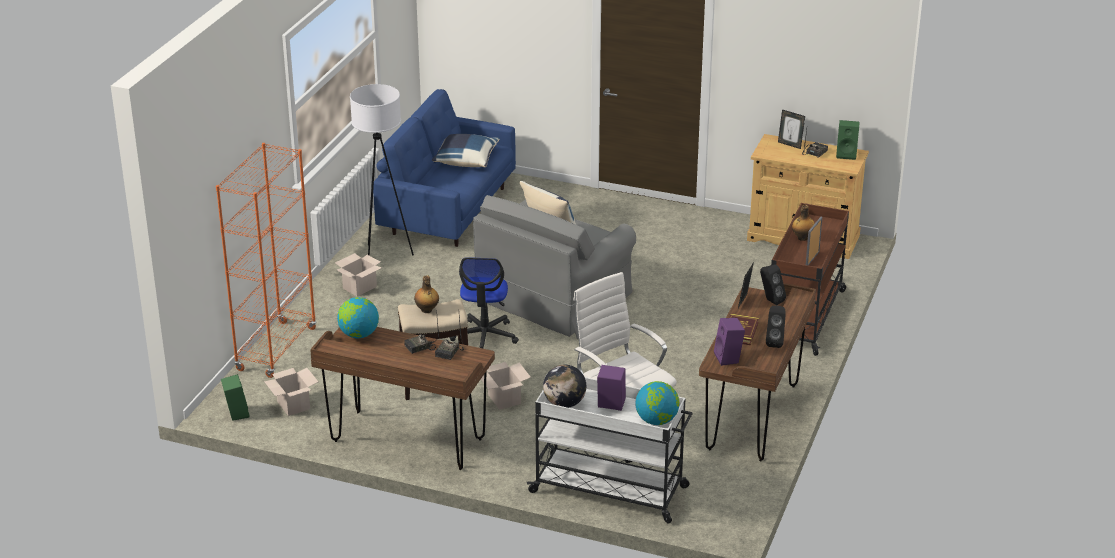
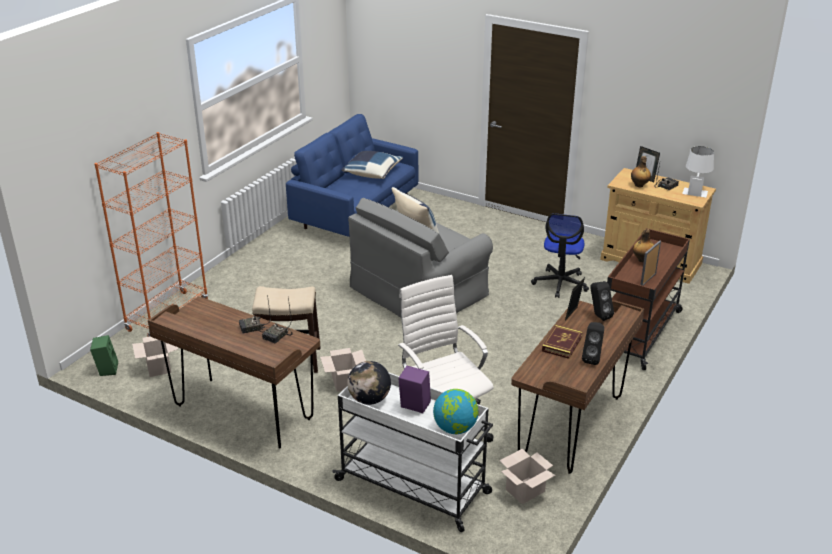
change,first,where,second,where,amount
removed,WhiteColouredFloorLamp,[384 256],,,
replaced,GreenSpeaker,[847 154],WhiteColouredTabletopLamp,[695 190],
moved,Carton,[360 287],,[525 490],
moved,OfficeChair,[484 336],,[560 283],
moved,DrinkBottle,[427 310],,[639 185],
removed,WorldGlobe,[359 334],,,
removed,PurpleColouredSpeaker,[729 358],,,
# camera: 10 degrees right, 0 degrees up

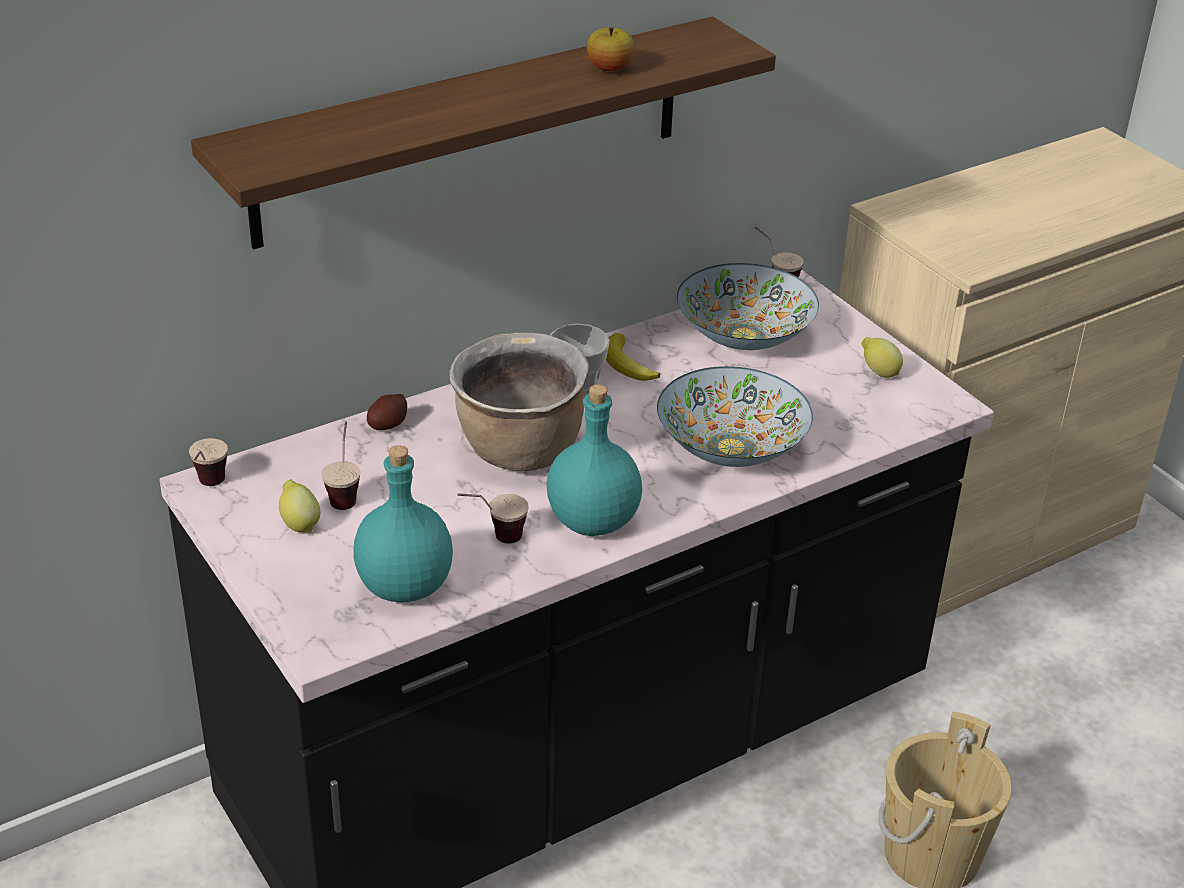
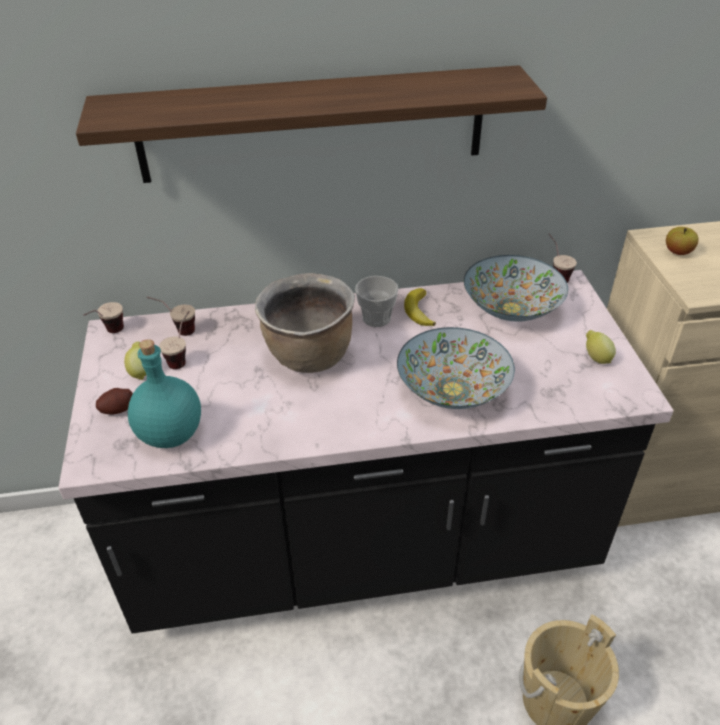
change,first,where,second,where,amount
moved,AppleFruit,[609 68],,[678 252],
removed,BlueGreenDrinkBottle,[593 522],,,
moved,WholePotato,[387 425],,[117 410],
moved,Cup,[493 539],,[176 330],
# camera: 25 degrees right, 5 degrees up

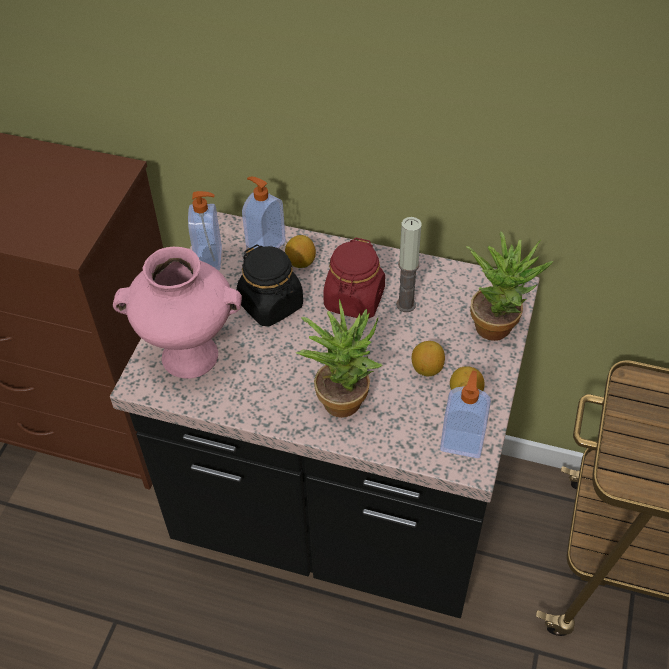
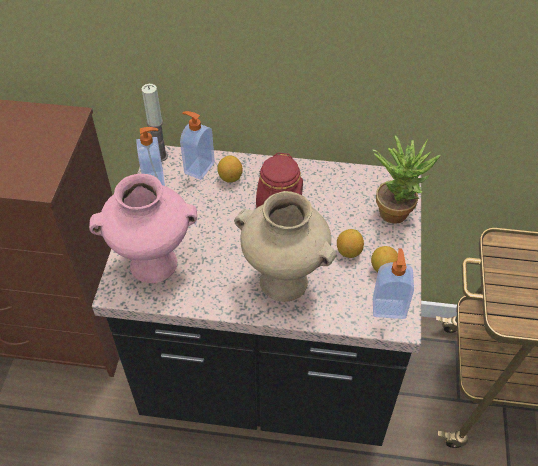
change,first,where,second,where,amount
moved,WaxLight,[406 304],,[160 156],
removed,BlackStorageJar,[271 304],,,
replaced,Houseplant,[342 395],BeigeColouredVase,[285 281],
# camera: 10 degrees left, 0 degrees up

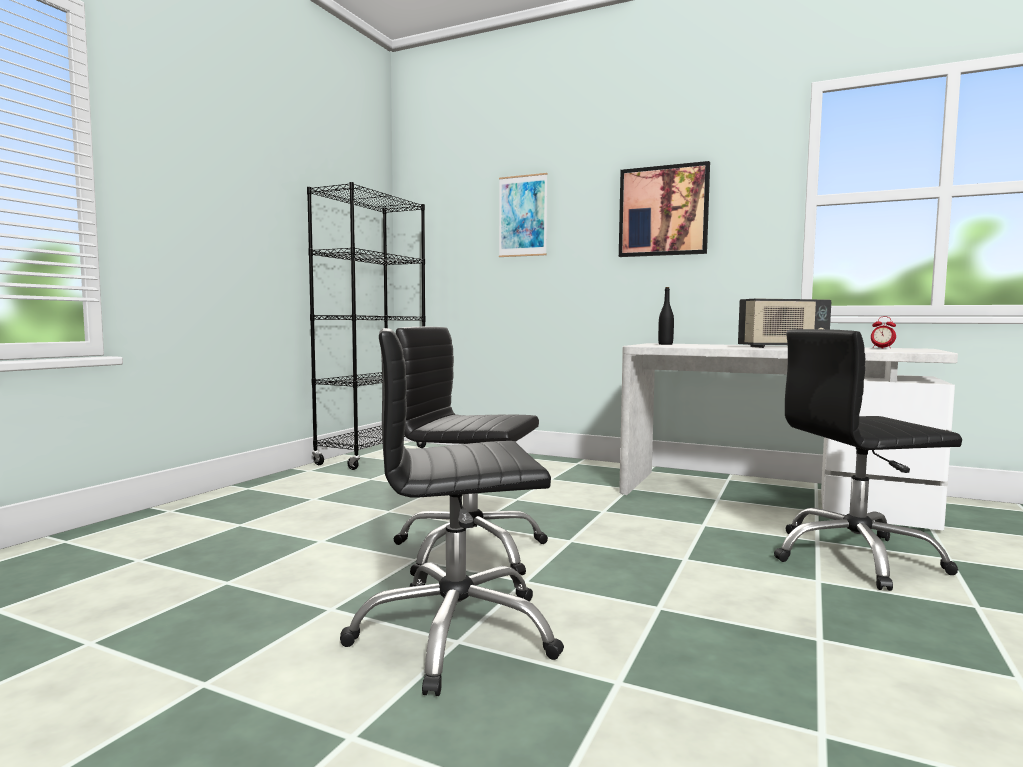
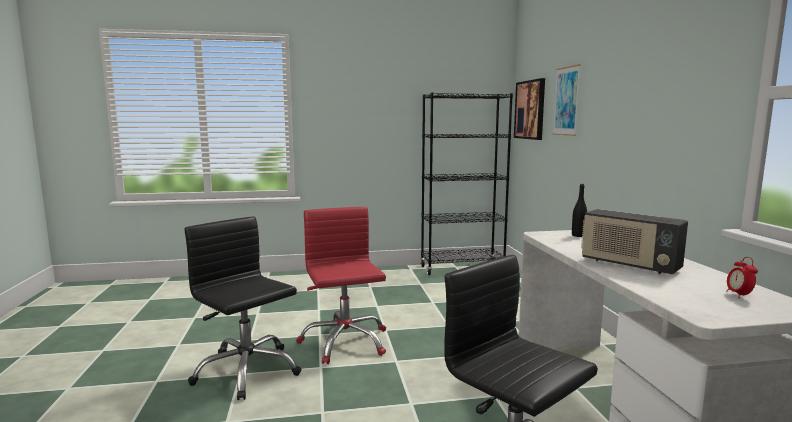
change,first,where,second,where,amount
moved,WallPicture,[663 211],,[530 110],
recoloured,BlackOfficeChair,[469 551],ReddishOfficeChair,[344 342],
# camera: 55 degrees right, 5 degrees up

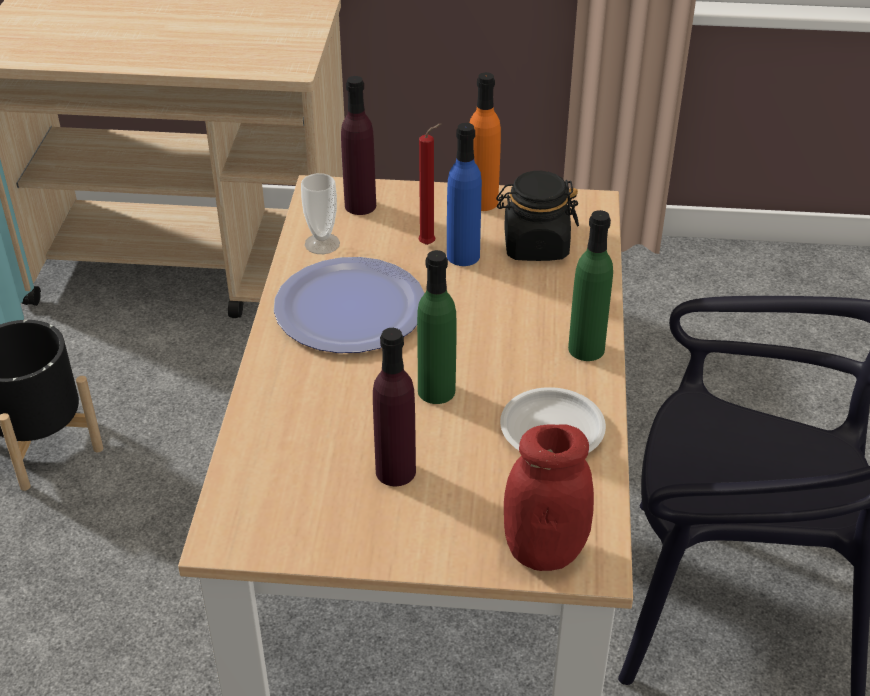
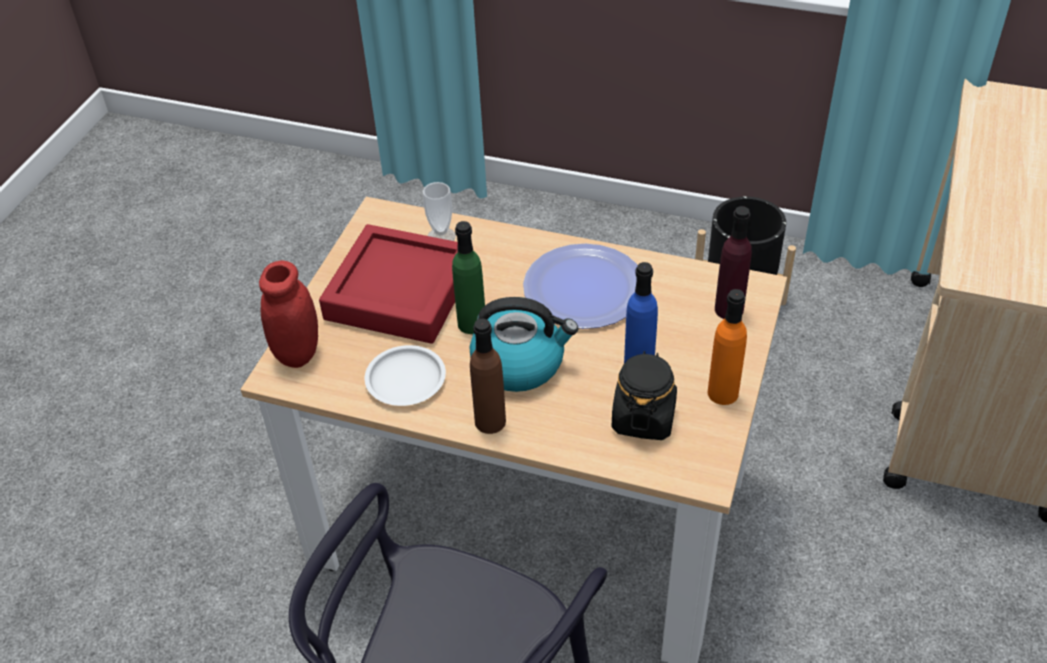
change,first,where,second,where,amount
removed,ReddishWaxLight,[429 244],,,
moved,Cup,[322 244],,[441 237],
recoloured,GreenDrinkBottle,[586 349],BrownColouredDrinkBottle,[490 421],
replaced,PurpleColouredDrinkBottle,[395 471],ReddishServingTray,[400 292],
added,,,TeaKettle,[520 363],
# camera: 105 degrees right, 5 degrees up

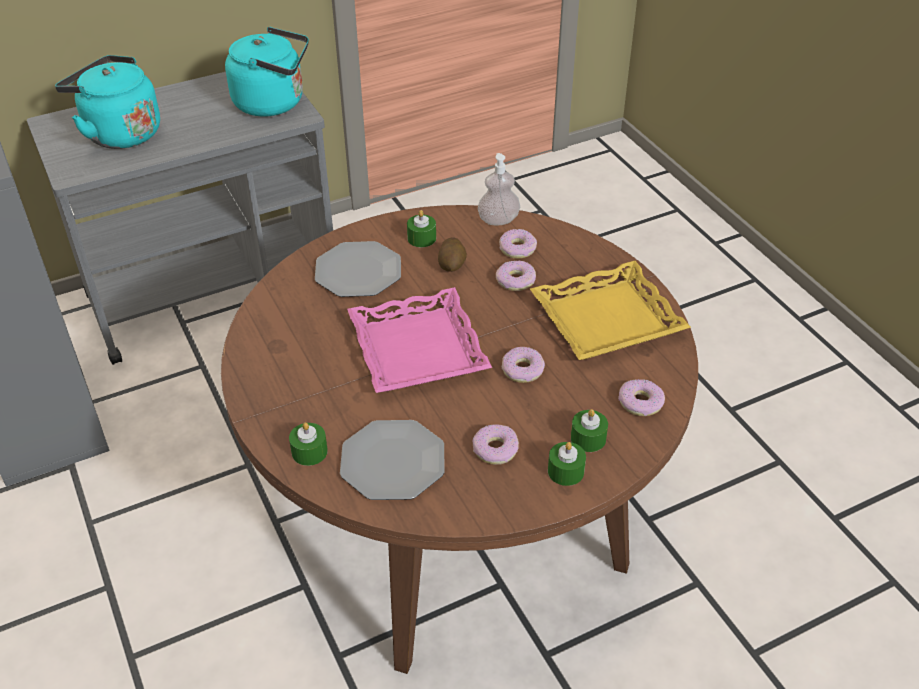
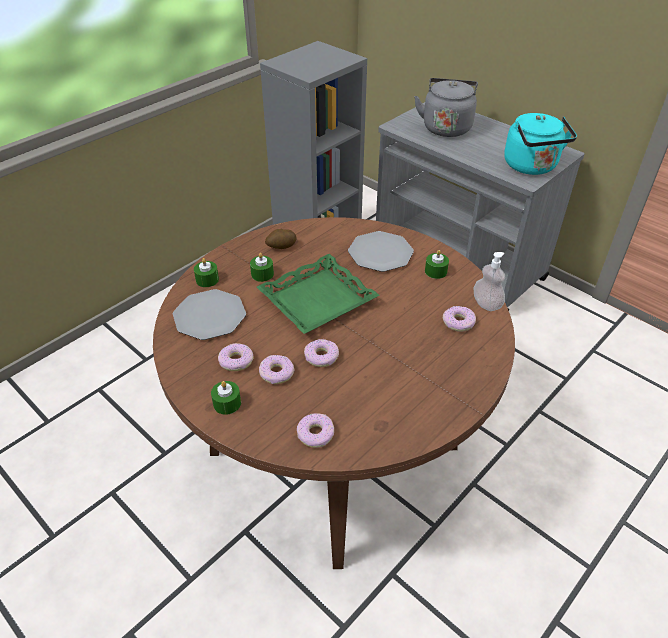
change,first,where,second,where,amount
recoloured,BlueGreenTeaKettle,[119 133],GreyishTeaKettle,[446 127],
moved,WholePotato,[452 265],,[281 247],
moved,Doughnut,[516 281],,[276 373],
removed,YellowServingTray,[606 319],,,
recoloured,PinkishServingTray,[419 349],GreenServingTray,[318 300],
moved,GreenWaxLight,[588 438],,[262 274],
# camera: 70 degrees right, 0 degrees up

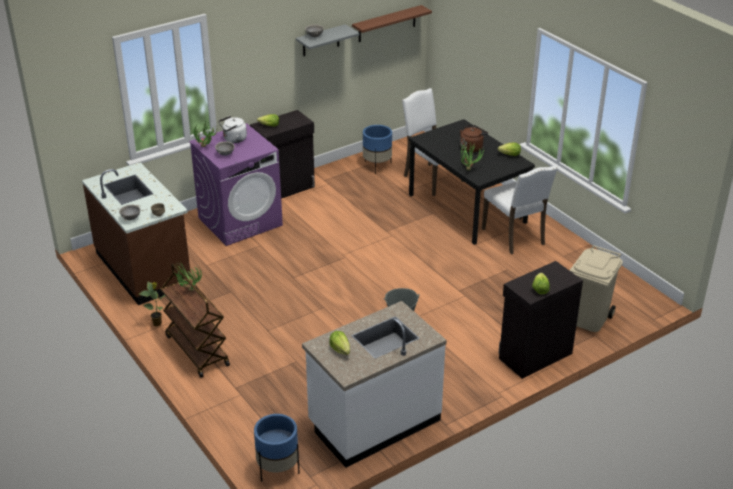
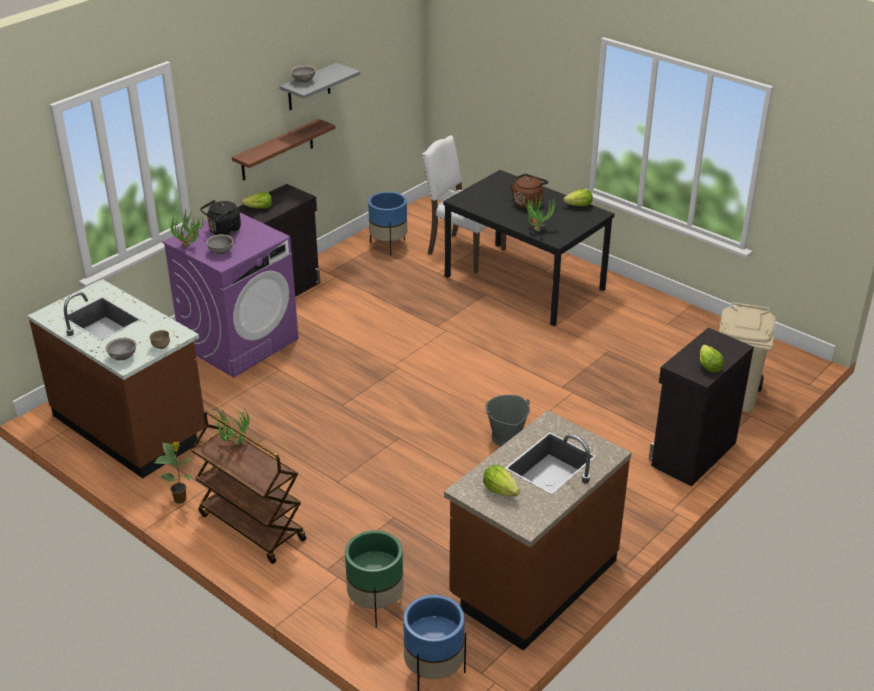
change,first,where,second,where,amount
moved,BrownColouredShelf,[387 24],,[277 150],
recoloured,WhiteColouredTeaKettle,[233 139],BlackTeaKettle,[223 231],
removed,WhiteColouredUprightChair,[515 237],,,
recoloured,WhiteColouredKitchenBaseUnit,[373 422],BrownColouredKitchenBaseUnit,[532 580],
added,,,GreenPlanter,[375 604],
# camera: 15 degrees left, 0 degrees up

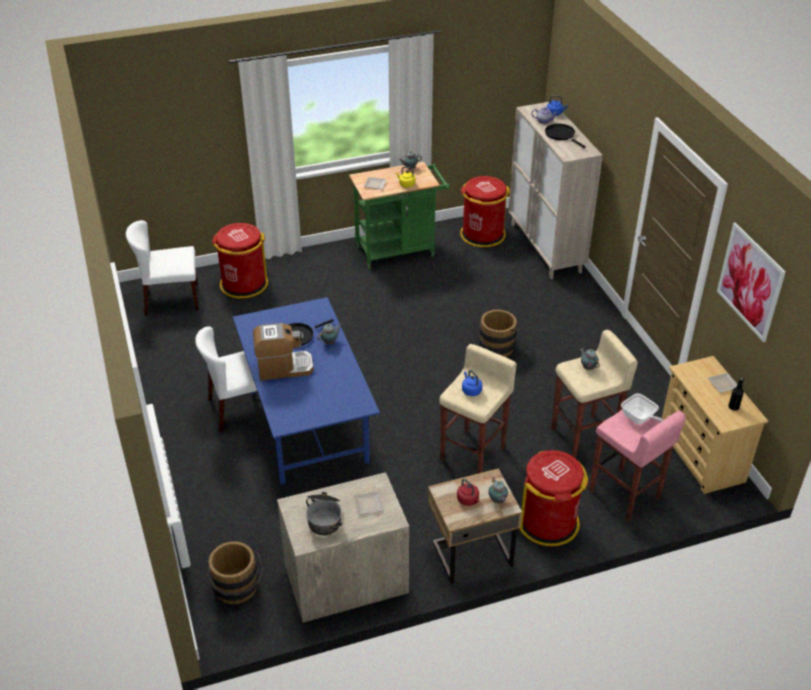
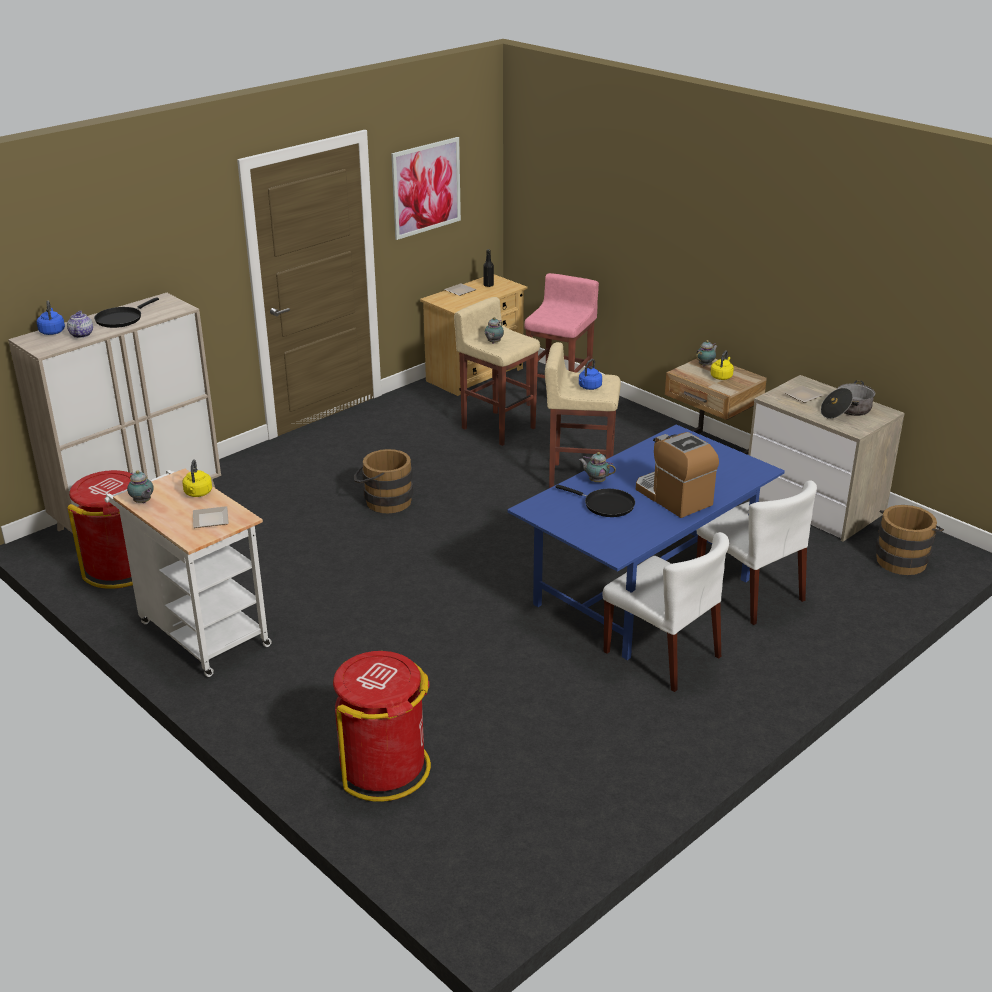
change,first,where,second,where,amount
recoloured,GreenWheeledCart,[400 250],WhiteColouredWheeledCart,[199 631],
moved,WhiteColouredUprightChair,[171 299],,[750 593],
removed,Pan,[640 419],,,
removed,ReddishRubbishBin,[549 522],,,
recoloured,ReddishTeaKettle,[468 500],YellowTeaKettle,[721 376],
# camera: 115 degrees left, 10 degrees down

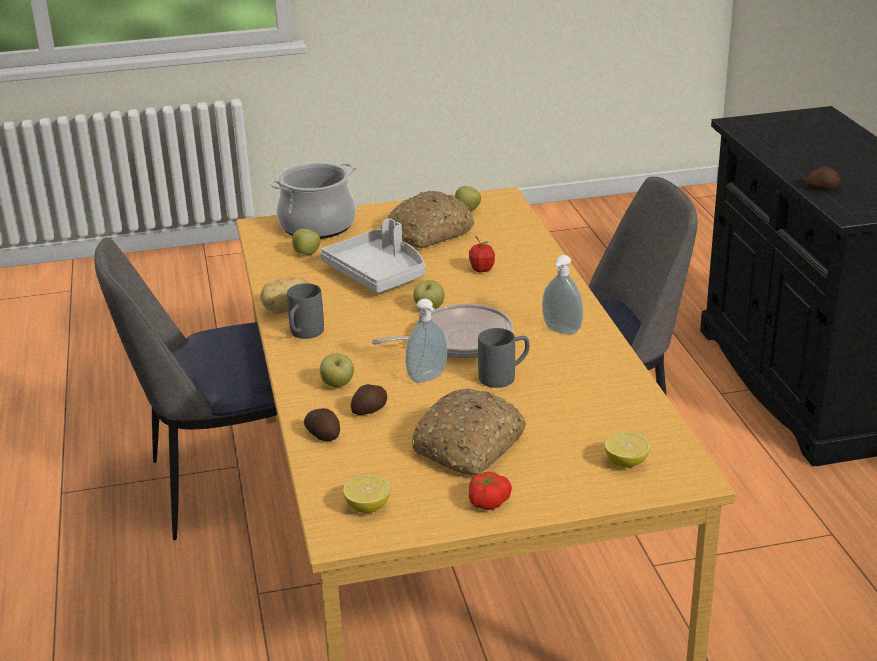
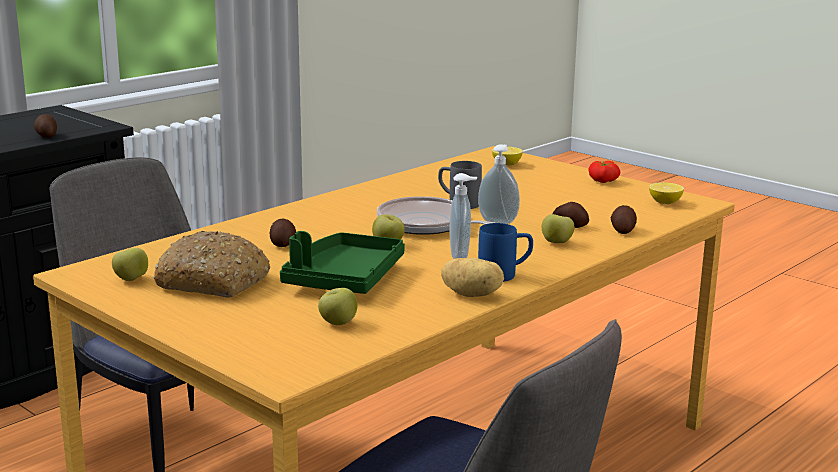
change,first,where,second,where,amount
removed,Stockpot,[317 226],,,
recoloured,GreyishServingTray,[378 273],GreenServingTray,[344 279],
replaced,AppleFruit,[482 269],WholePotato,[283 244],
moved,SoapDispenser,[560 331],,[461 257],
recoloured,GreyishCoffeeMug,[303 334],BluishCoffeeMug,[505 274],
removed,BakeryBread,[469 446],,,
# camera: 125 degrees left, 10 degrees down

